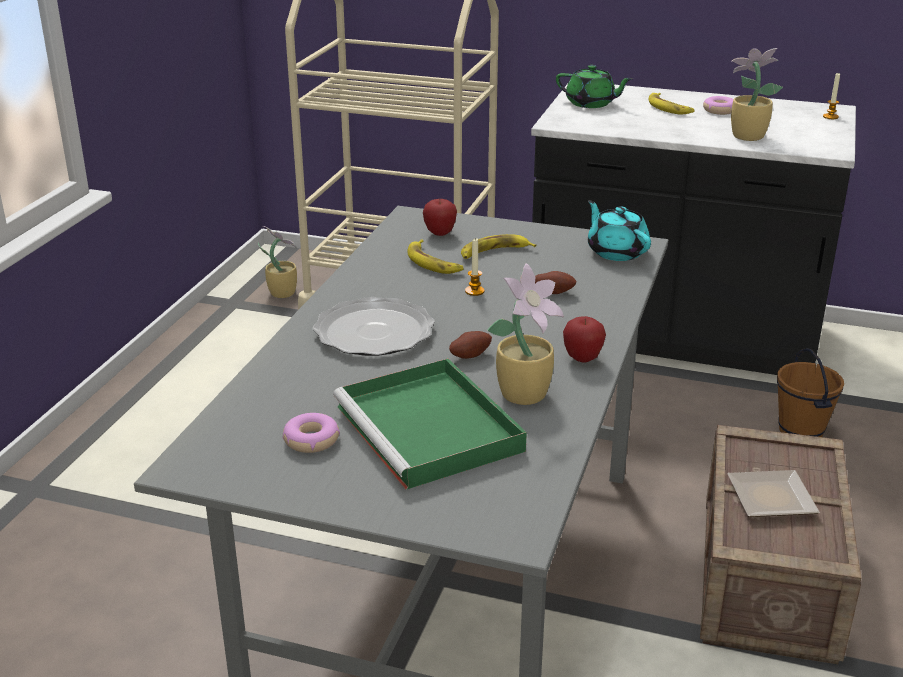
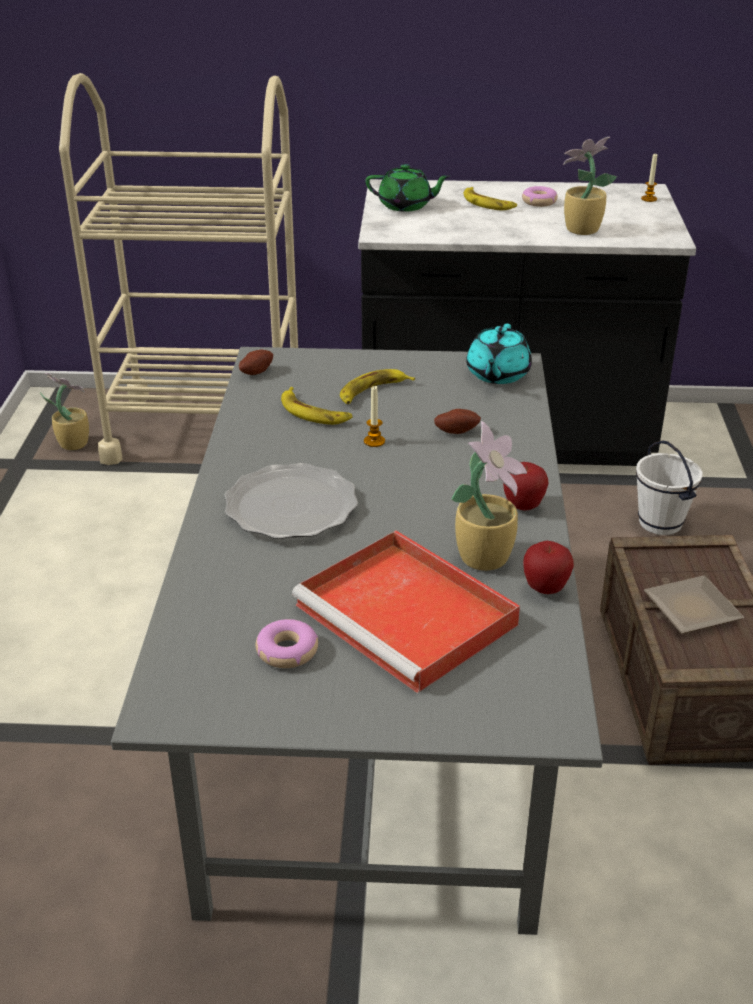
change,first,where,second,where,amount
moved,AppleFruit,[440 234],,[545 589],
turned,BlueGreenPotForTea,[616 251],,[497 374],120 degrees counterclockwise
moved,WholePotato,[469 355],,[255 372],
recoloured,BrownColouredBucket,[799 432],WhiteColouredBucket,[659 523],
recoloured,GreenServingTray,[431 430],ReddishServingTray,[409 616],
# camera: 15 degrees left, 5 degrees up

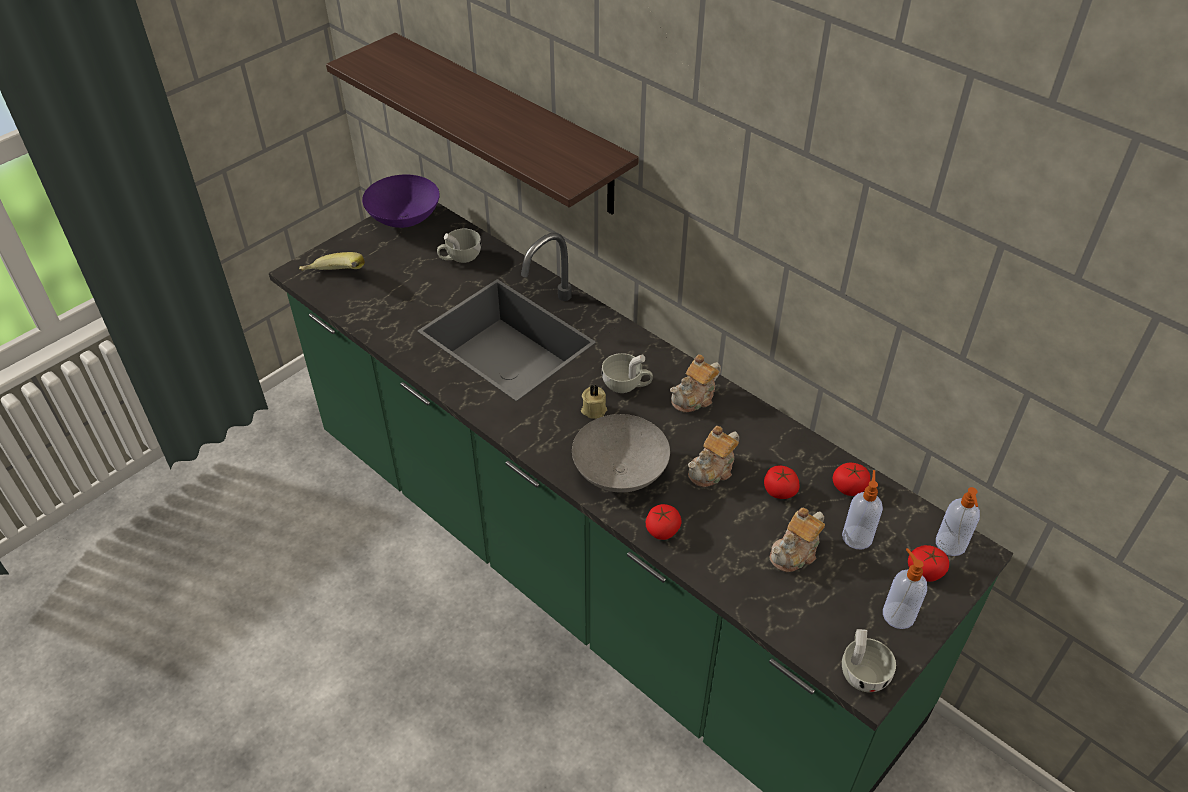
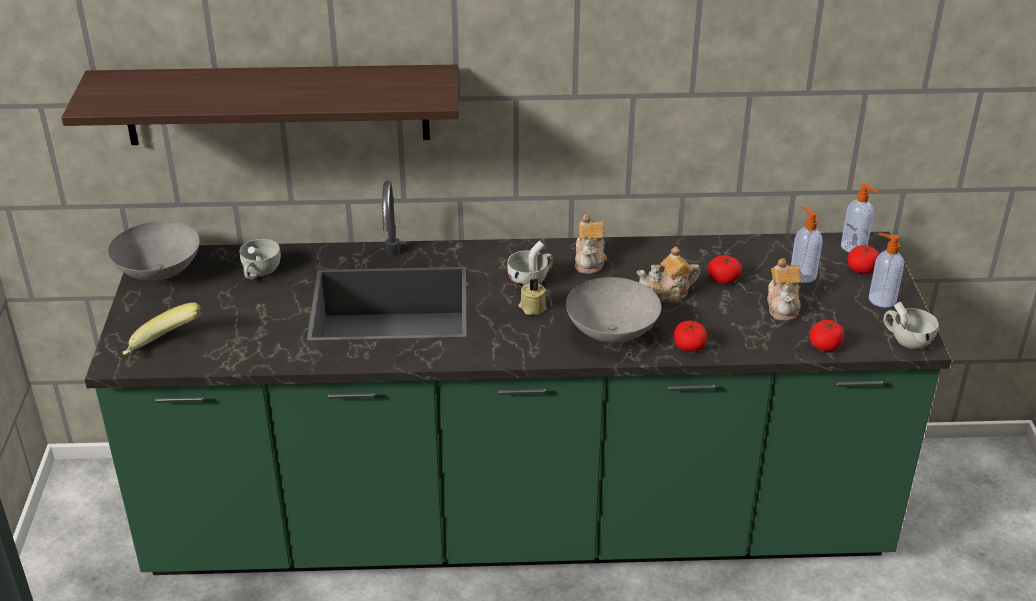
change,first,where,second,where,amount
recoloured,PurpleColouredServingBowl,[404 219],GreyishServingBowl,[158 272],
turned,PotForTea,[712 470],,[667 294],75 degrees clockwise
moved,WholeTomato,[849 487],,[825 345],
# camera: 45 degrees left, 10 degrees down

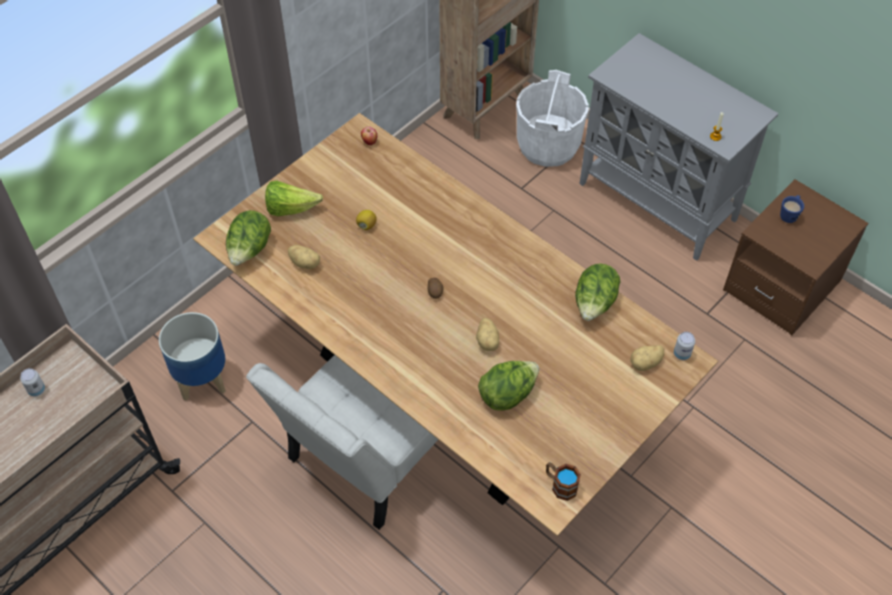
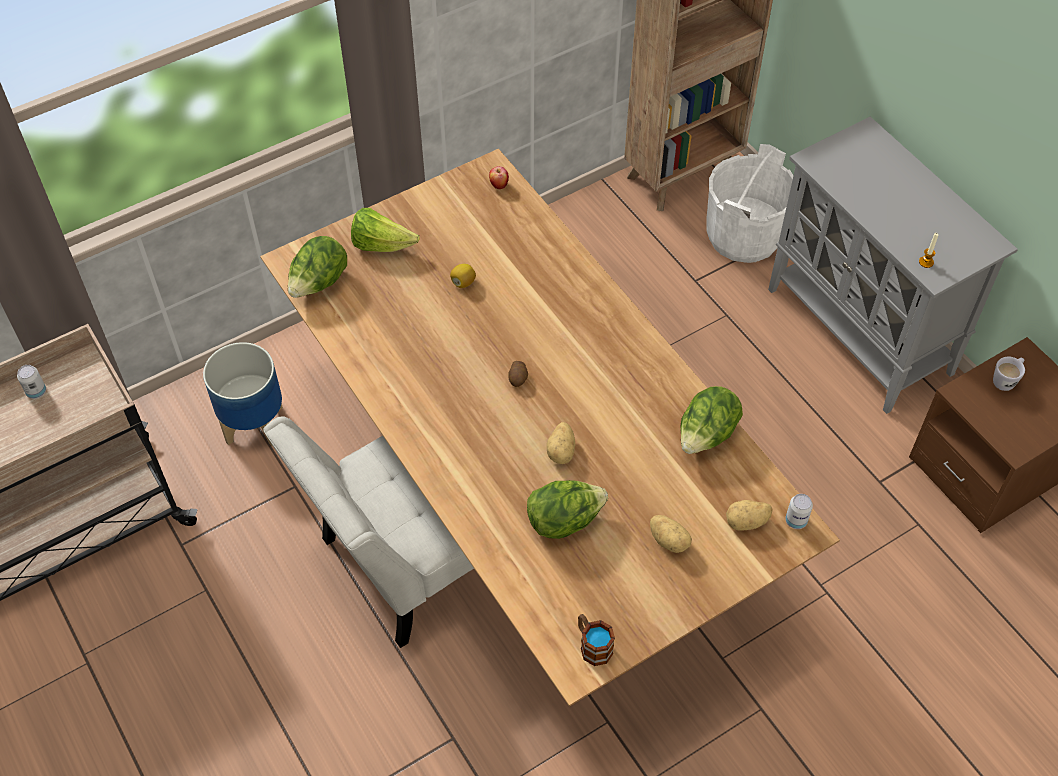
change,first,where,second,where,amount
recoloured,BluishCoffeeMug,[789 214],WhiteColouredCoffeeMug,[1006 380],
moved,WholePotato,[305 263],,[669 540],
# camera: 15 degrees right, 0 degrees up

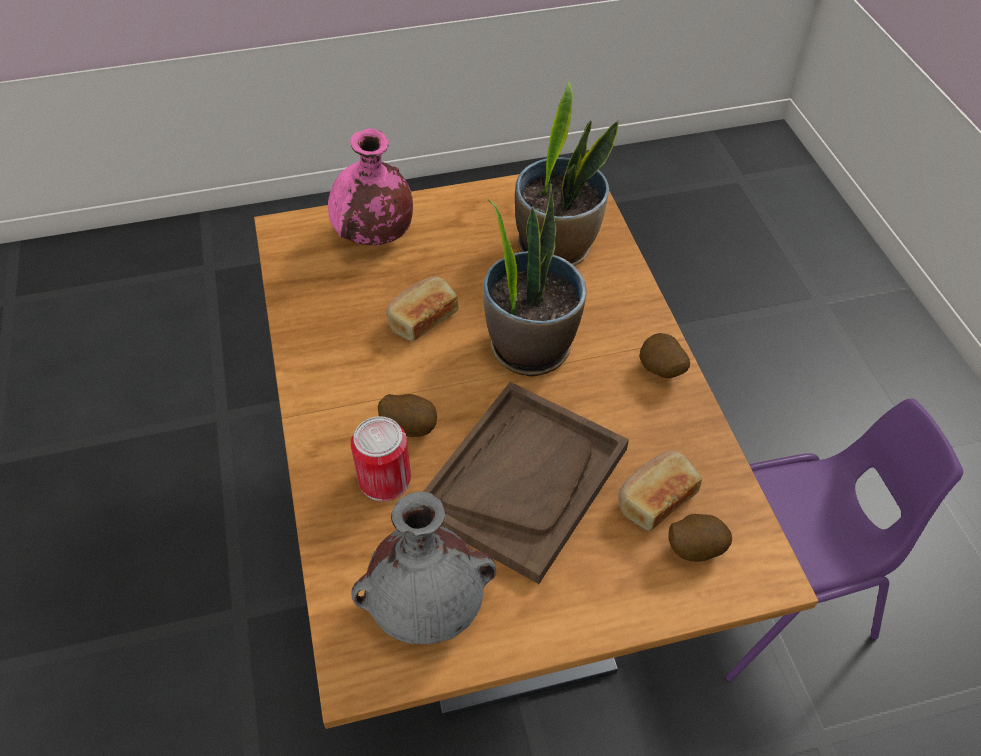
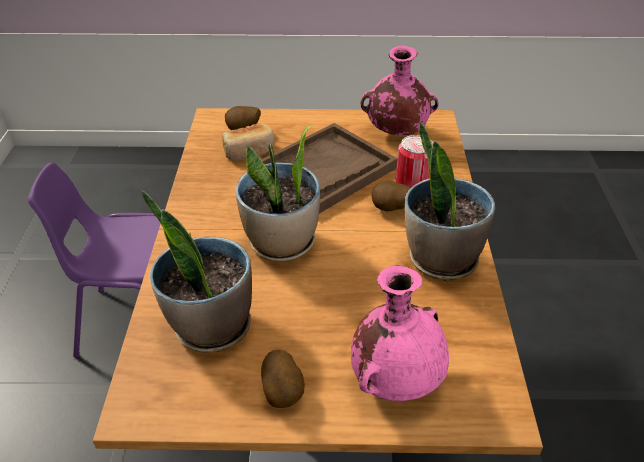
change,first,where,second,where,amount
removed,BakeryBread,[422 318],,,
moved,WholePotato,[660 371],,[283 393],
recoloured,GreyishVase,[429 608],PinkishVase,[395 133],
added,,,Houseplant,[440 260],
# camera: 165 degrees left, 10 degrees down

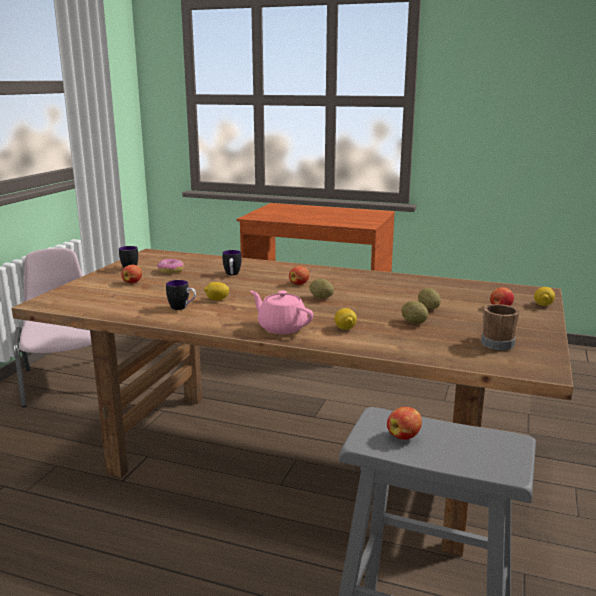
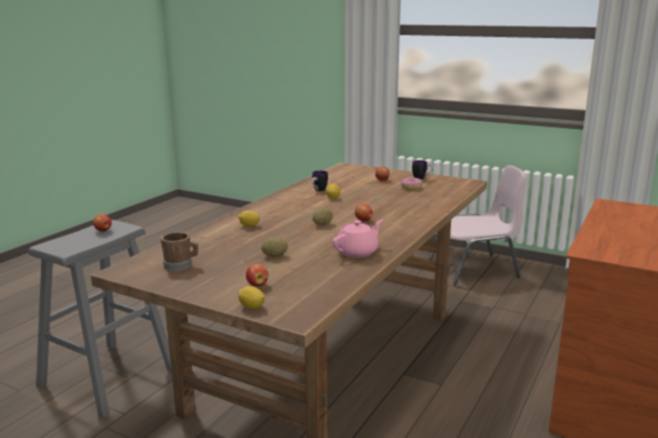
change,first,where,second,where,amount
removed,CoffeeMug,[232 274],,,
moved,PinkishPotForTea,[281 327],,[358 252],
removed,WholePotato,[414 322],,,
# camera: 100 degrees right, 0 degrees up

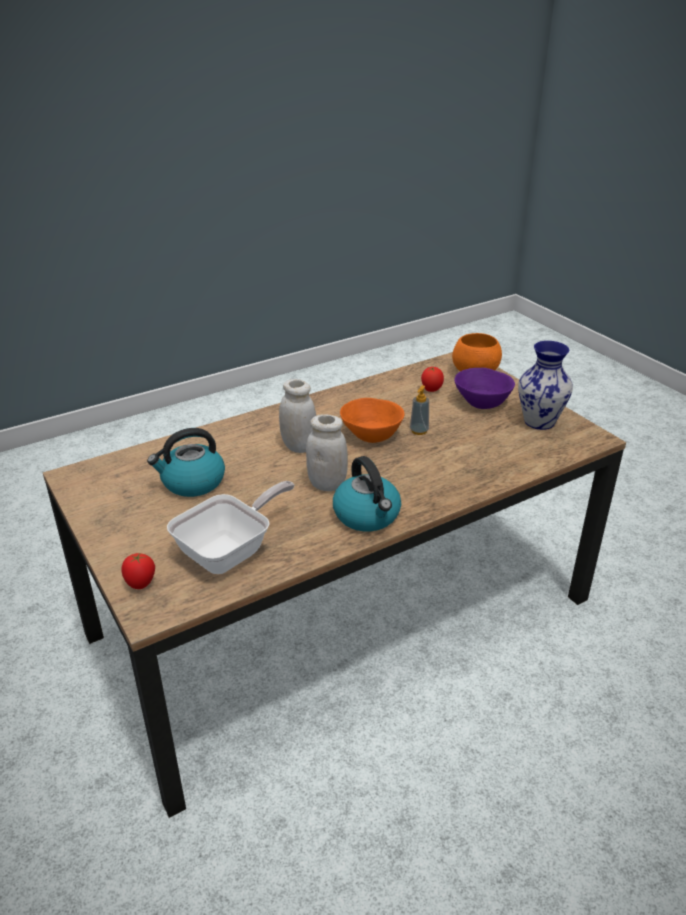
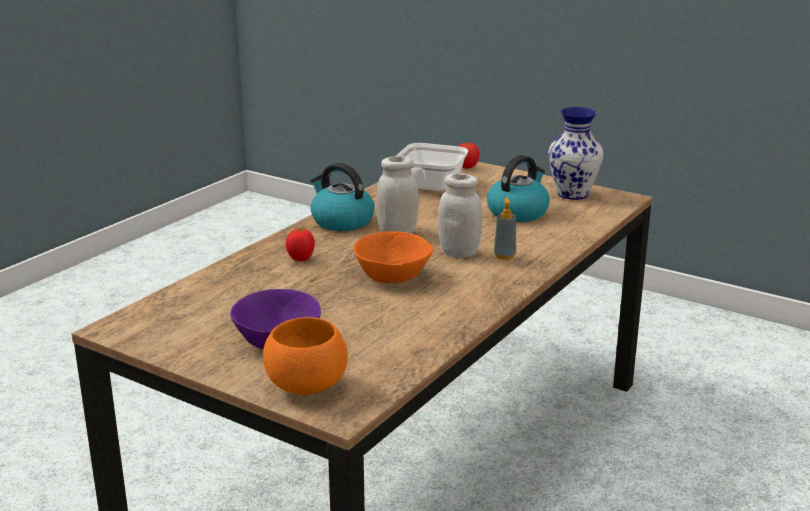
change,first,where,second,where,amount
moved,Vase,[539 421],,[573 194],
moved,WholeTomato,[431 390],,[301 259],
moved,SoapDispenser,[419 431],,[504 256],
# camera: 155 degrees right, 10 degrees down

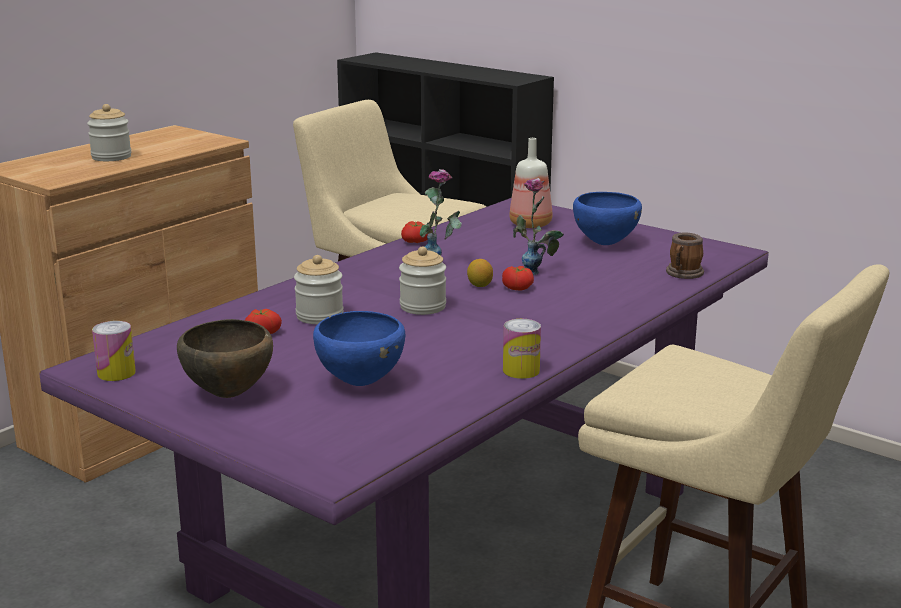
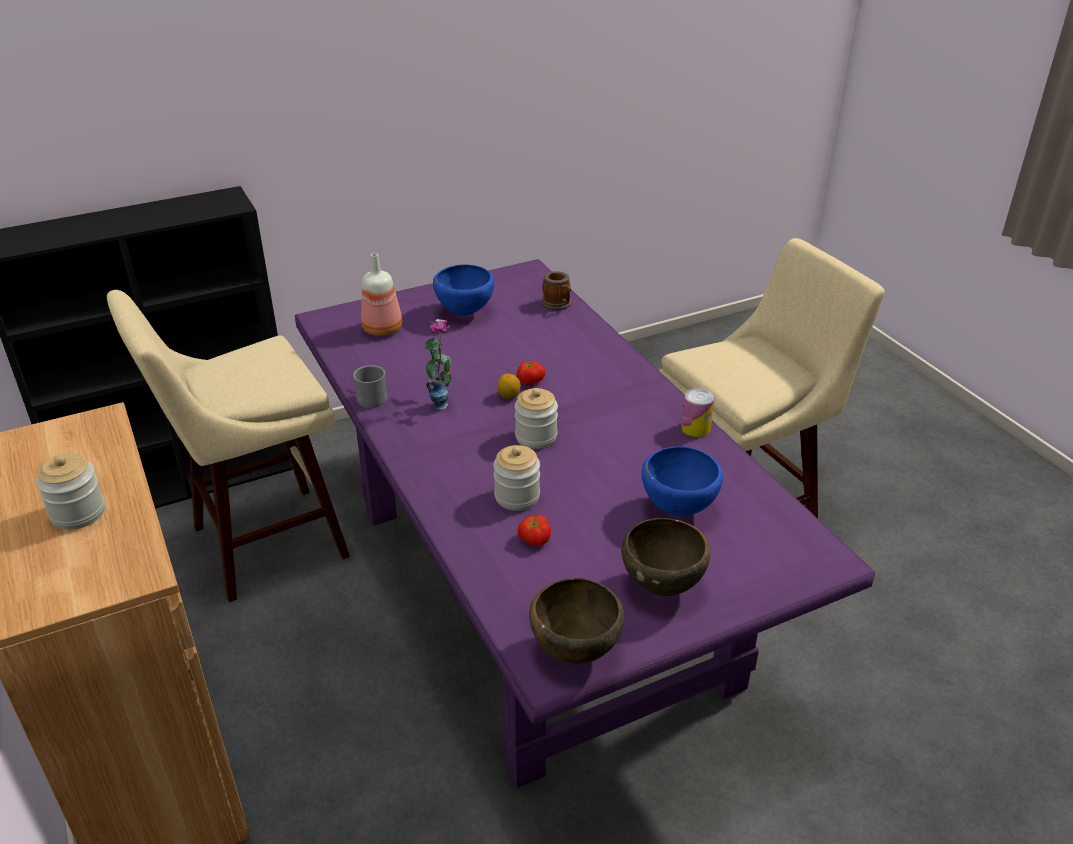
change,first,where,second,where,amount
removed,Vase,[536 276],,,
replaced,WholeTomato,[416 242],GreyishCoffeeMug,[369 397],
replaced,Can,[116 373],BrownColouredServingBowl,[574 651],
# camera: 65 degrees left, 15 degrees up

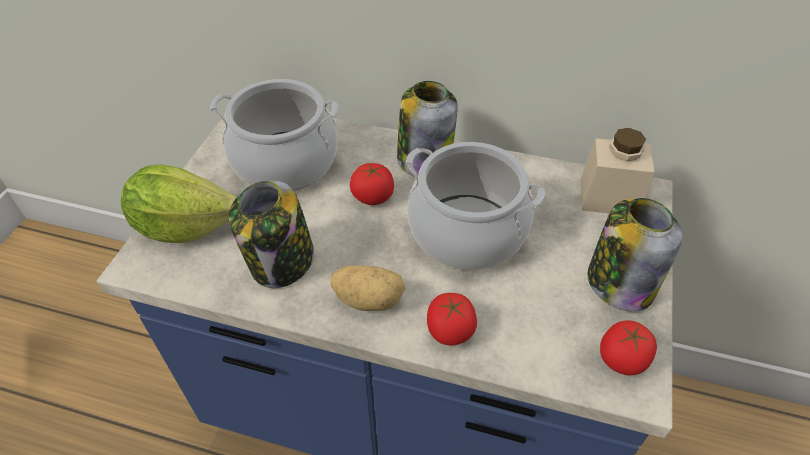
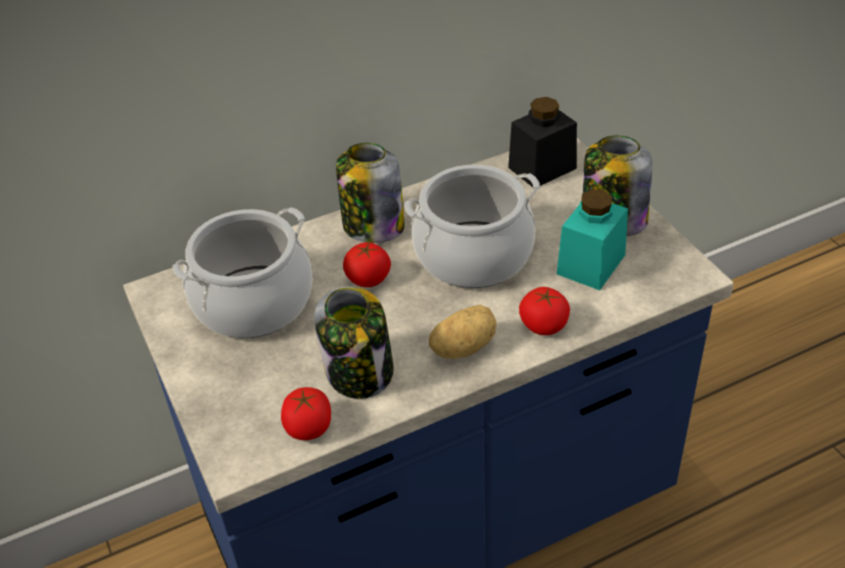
change,first,where,second,where,amount
recoloured,BeigeColouredStorageJar,[609 197],BlackStorageJar,[542 168],
removed,LettuceHead,[185 226],,,
moved,WholeTomato,[622 359],,[308 427],
added,,,BlueGreenStorageJar,[591 264],
# camera: 40 degrees left, 5 degrees down

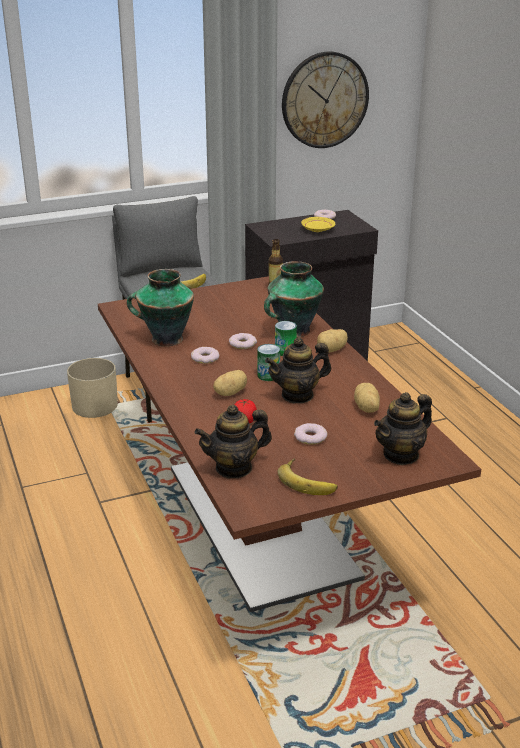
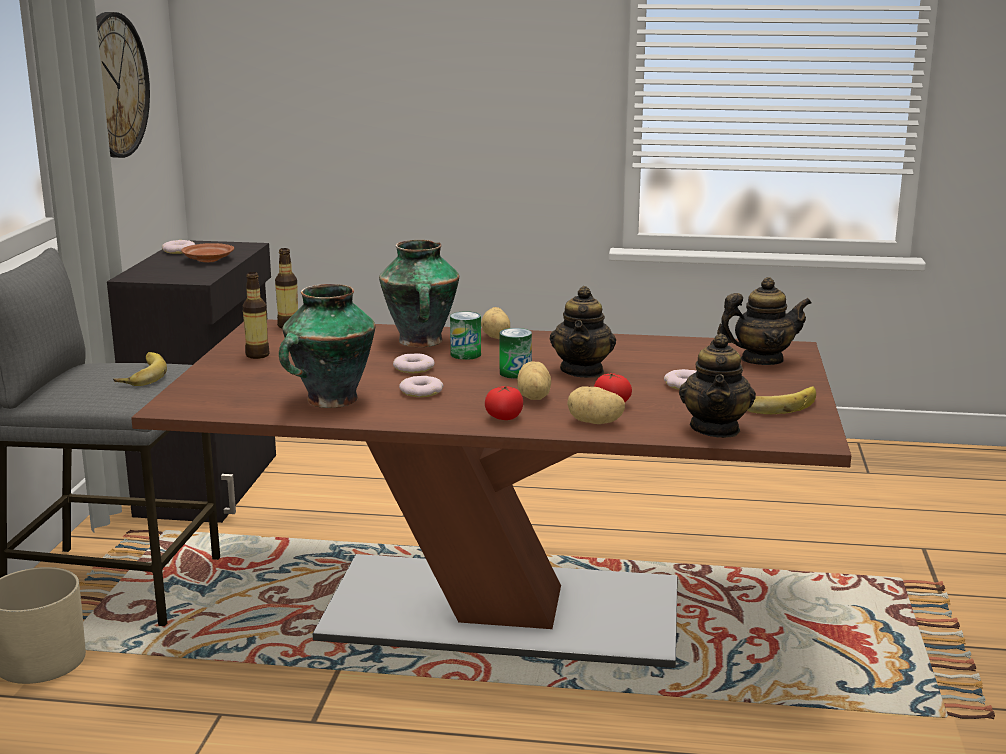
change,first,where,second,where,amount
recoloured,YellowDinnerPlate,[317 229],BrownColouredDinnerPlate,[207 260],
moved,WholePotato,[366 408],,[595 422],
turned,PotForTea,[401 454],,[761 360],90 degrees counterclockwise
added,,,DrinkBottle,[257 355],
added,,,WholeTomato,[504 418],
# camera: 60 degrees left, 10 degrees down

